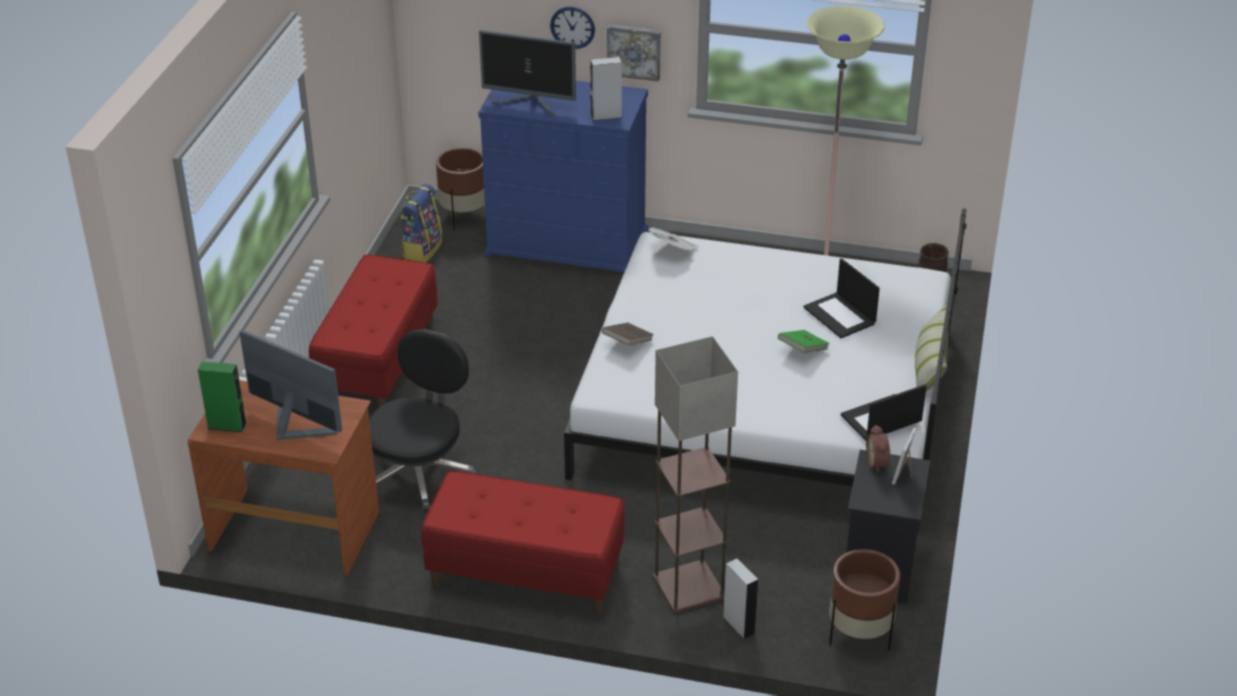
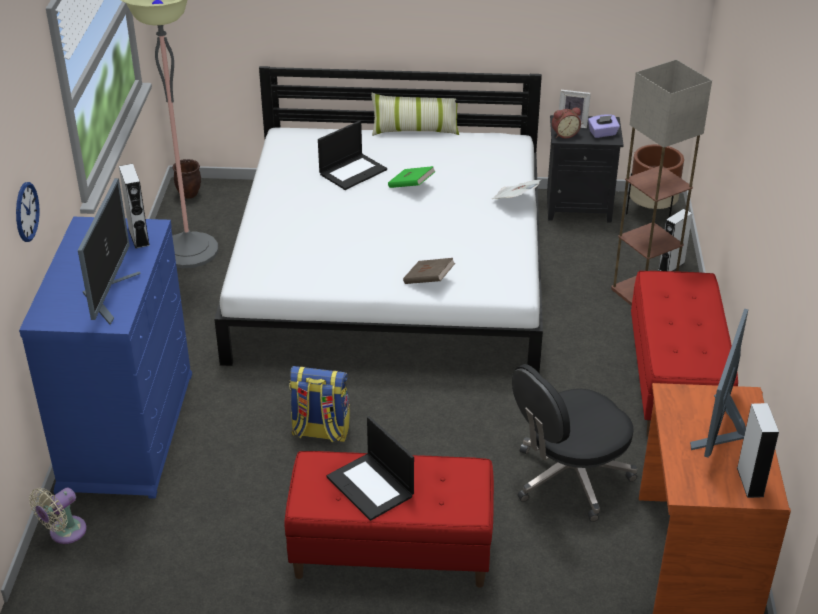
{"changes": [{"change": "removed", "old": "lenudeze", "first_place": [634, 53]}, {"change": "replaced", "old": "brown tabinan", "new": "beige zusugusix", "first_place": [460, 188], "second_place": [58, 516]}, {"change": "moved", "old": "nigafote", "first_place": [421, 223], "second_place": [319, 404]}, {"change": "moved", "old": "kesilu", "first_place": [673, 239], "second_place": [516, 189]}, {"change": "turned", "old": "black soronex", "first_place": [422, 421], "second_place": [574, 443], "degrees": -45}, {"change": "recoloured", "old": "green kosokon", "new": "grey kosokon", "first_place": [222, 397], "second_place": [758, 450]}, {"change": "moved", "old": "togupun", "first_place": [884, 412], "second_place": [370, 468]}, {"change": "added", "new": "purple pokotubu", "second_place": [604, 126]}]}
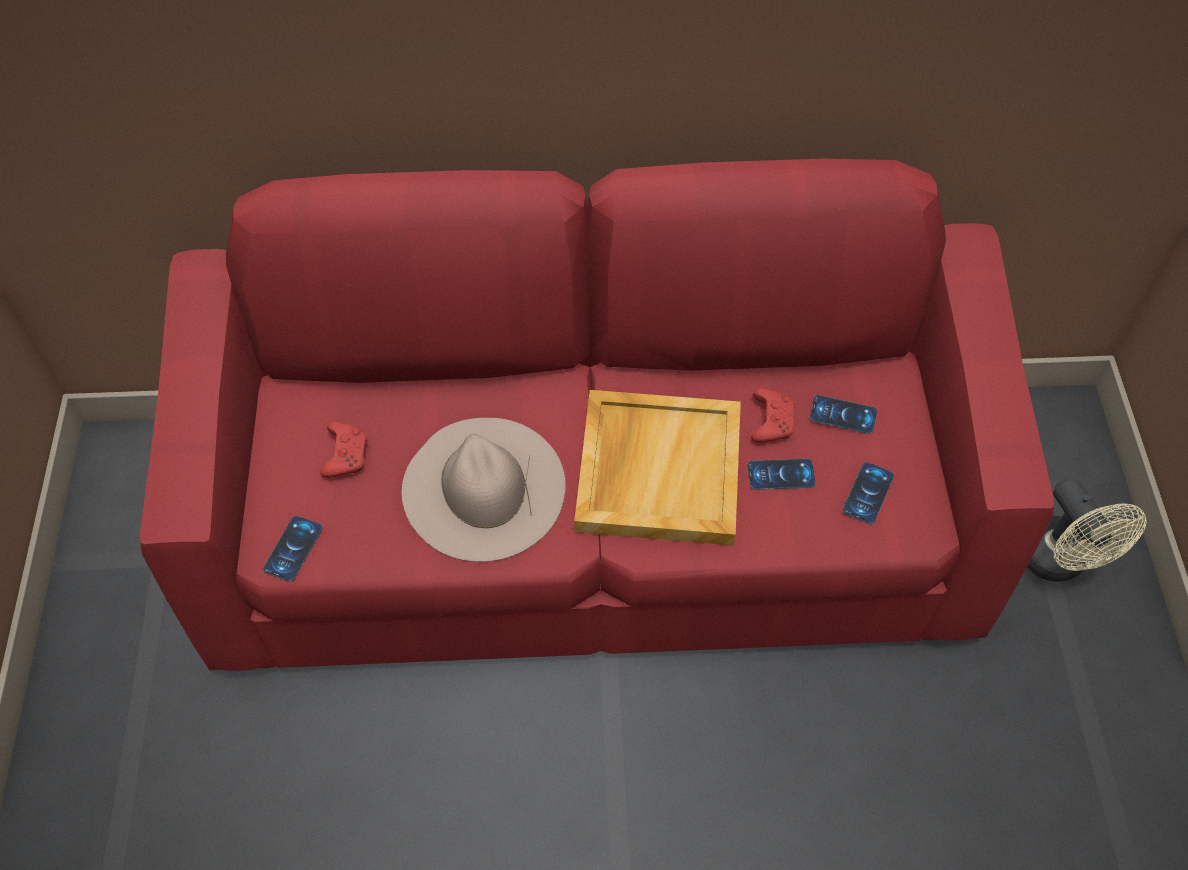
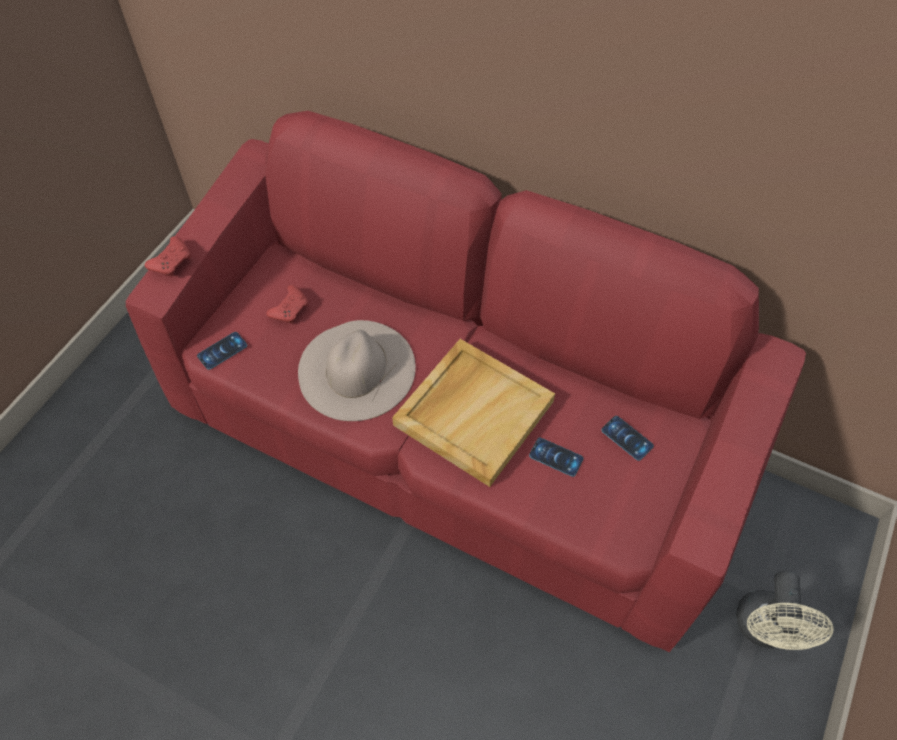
{"changes": [{"change": "moved", "old": "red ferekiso", "first_place": [773, 415], "second_place": [168, 256]}, {"change": "removed", "old": "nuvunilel", "first_place": [868, 493]}]}
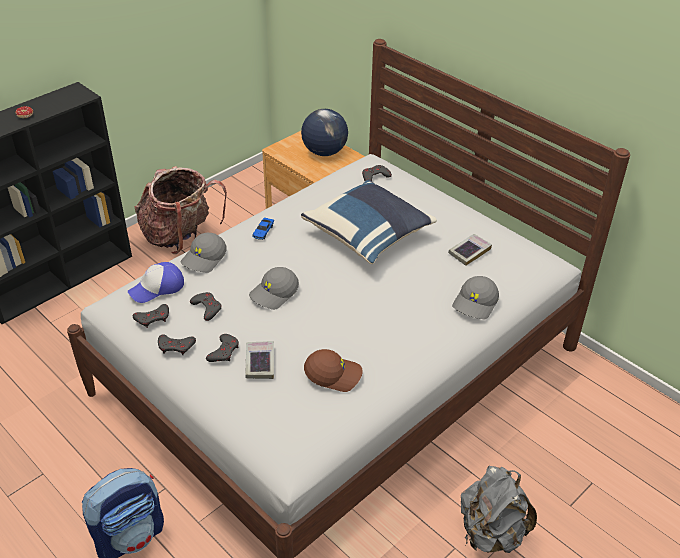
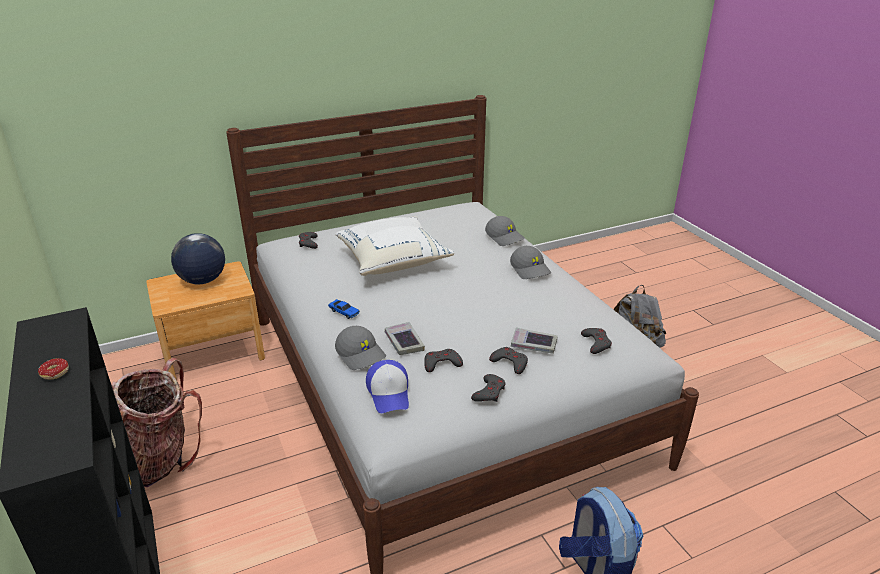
{"changes": [{"change": "recoloured", "old": "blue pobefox", "new": "white pobefox", "first_place": [369, 221], "second_place": [394, 246]}, {"change": "moved", "old": "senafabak", "first_place": [470, 250], "second_place": [405, 338]}, {"change": "moved", "old": "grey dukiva", "first_place": [274, 288], "second_place": [530, 262]}, {"change": "moved", "old": "grey ferekiso", "first_place": [151, 316], "second_place": [596, 341]}, {"change": "removed", "old": "brown dukiva", "first_place": [333, 370]}]}
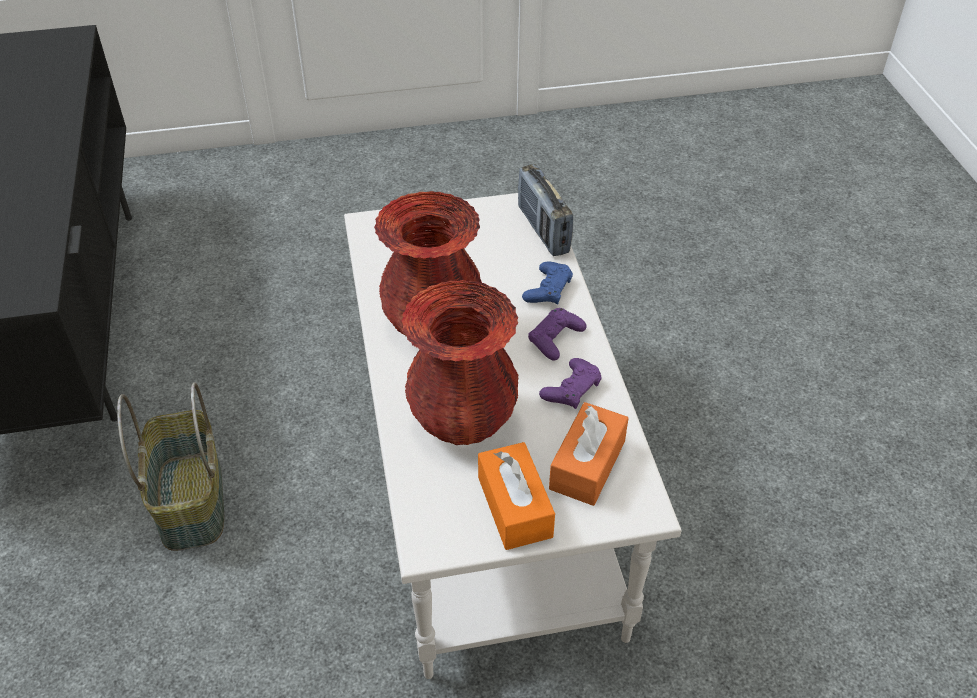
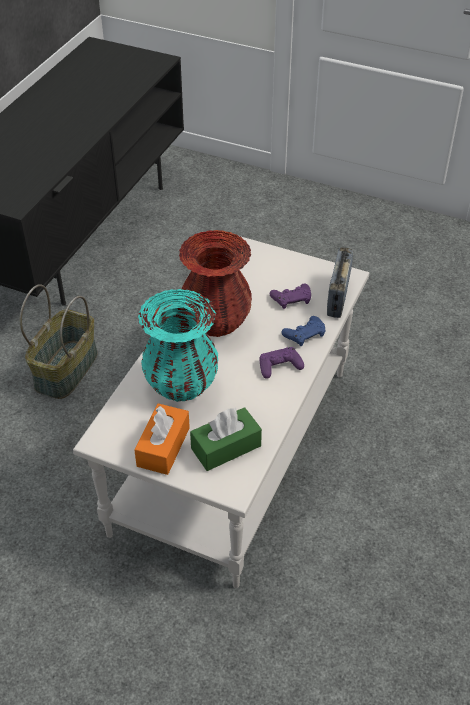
{"changes": [{"change": "recoloured", "old": "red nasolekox", "new": "turquoise nasolekox", "first_place": [459, 362], "second_place": [178, 345]}, {"change": "moved", "old": "purple ferekiso", "first_place": [570, 383], "second_place": [290, 296]}, {"change": "recoloured", "old": "orange pokotubu", "new": "green pokotubu", "first_place": [588, 454], "second_place": [226, 439]}]}
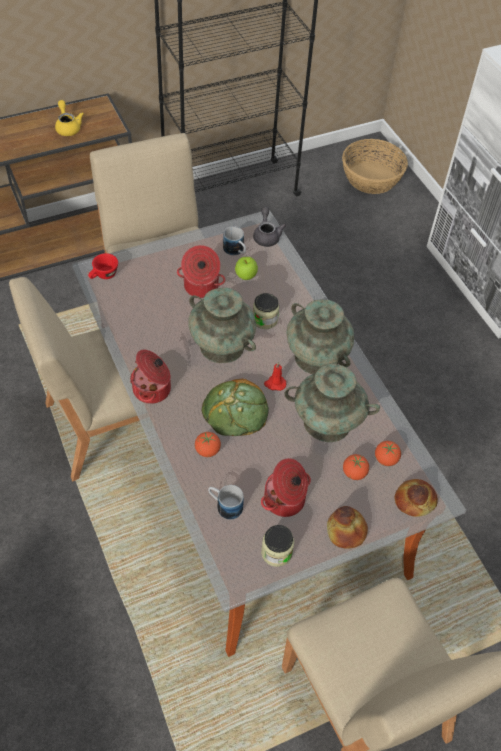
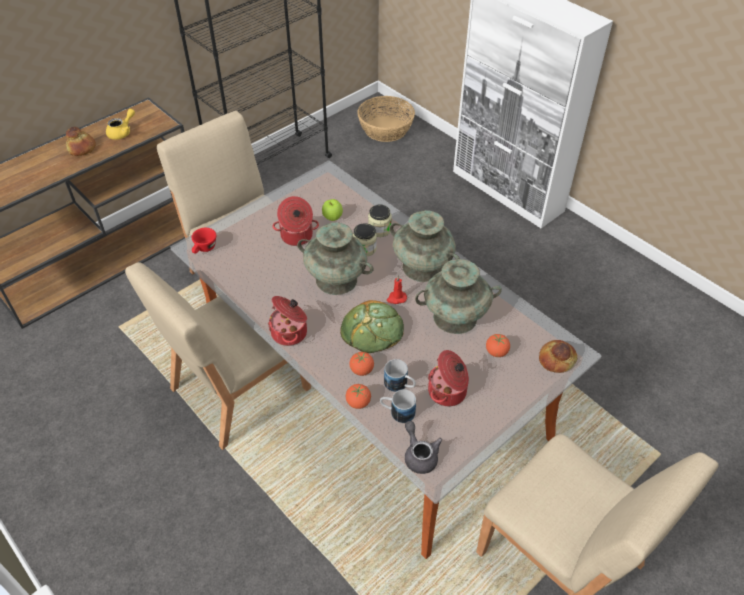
{"changes": [{"change": "turned", "old": "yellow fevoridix", "first_place": [69, 118], "second_place": [120, 124], "degrees": 75}, {"change": "moved", "old": "grey fevoridix", "first_place": [269, 227], "second_place": [423, 447]}, {"change": "moved", "old": "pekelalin", "first_place": [234, 241], "second_place": [400, 375]}, {"change": "moved", "old": "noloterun", "first_place": [388, 453], "second_place": [358, 396]}, {"change": "moved", "old": "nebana", "first_place": [347, 527], "second_place": [81, 141]}, {"change": "moved", "old": "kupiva", "first_place": [277, 546], "second_place": [380, 220]}]}
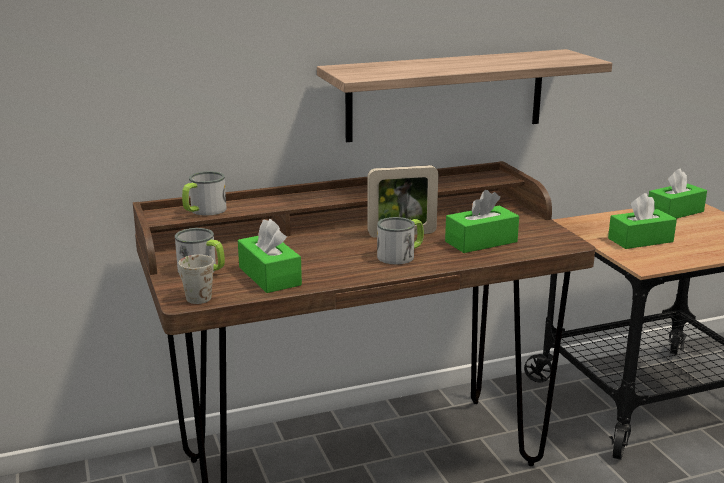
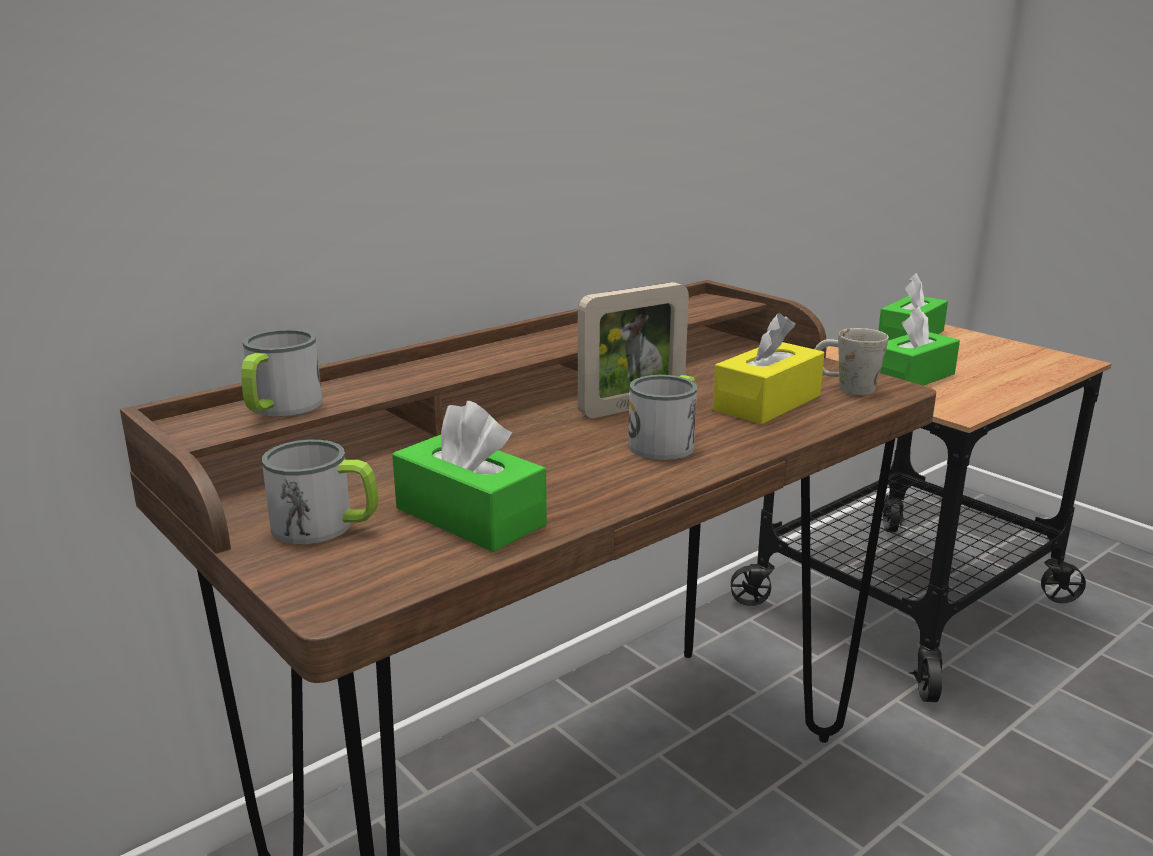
{"changes": [{"change": "removed", "old": "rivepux", "first_place": [464, 95]}, {"change": "recoloured", "old": "green pokotubu", "new": "yellow pokotubu", "first_place": [482, 221], "second_place": [768, 368]}, {"change": "moved", "old": "white pekelalin", "first_place": [196, 279], "second_place": [852, 361]}]}
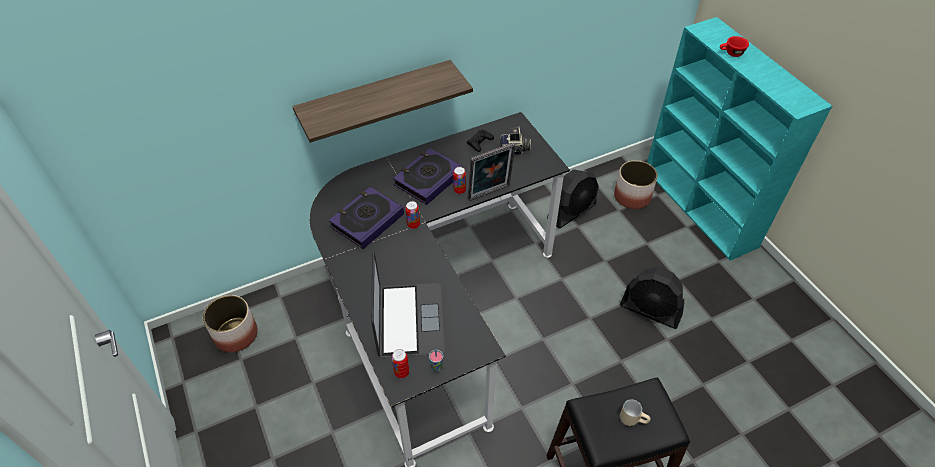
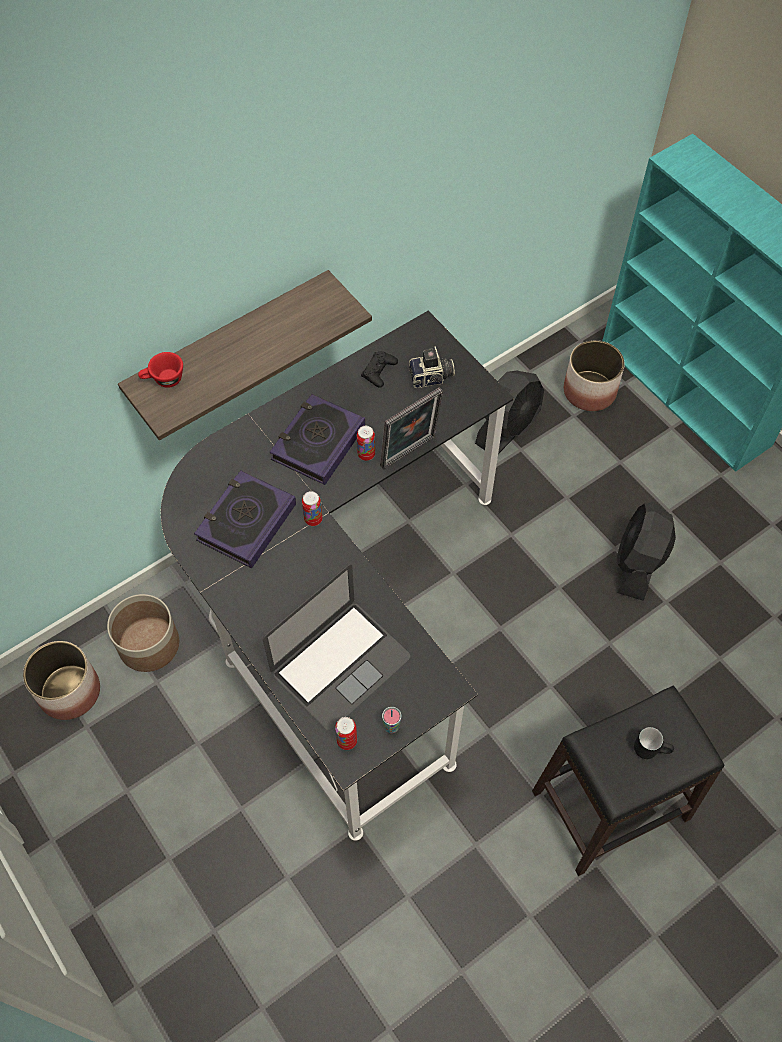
{"changes": [{"change": "moved", "old": "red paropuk", "first_place": [734, 46], "second_place": [160, 370]}, {"change": "turned", "old": "togupun", "first_place": [408, 303], "second_place": [336, 647], "degrees": 60}, {"change": "turned", "old": "black zusugusix", "first_place": [652, 298], "second_place": [646, 551], "degrees": 90}, {"change": "recoloured", "old": "beige pekelalin", "new": "black pekelalin", "first_place": [635, 412], "second_place": [654, 743]}, {"change": "added", "new": "tabinan", "second_place": [143, 633]}]}
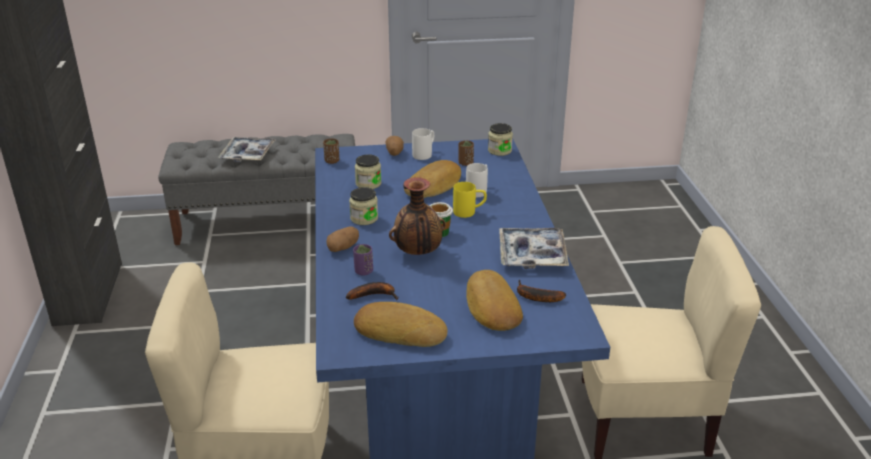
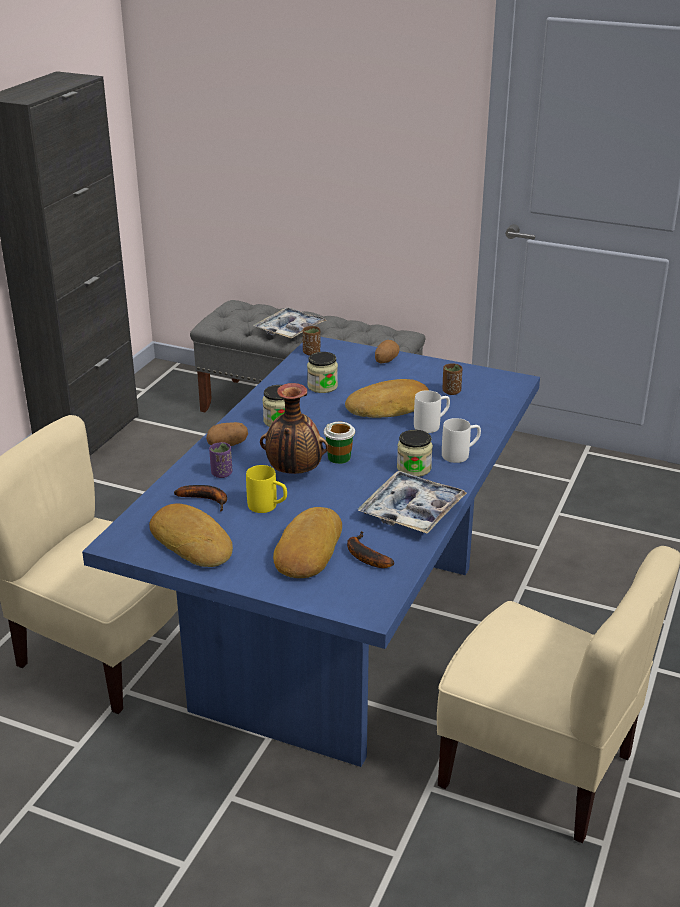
{"changes": [{"change": "moved", "old": "kupiva", "first_place": [500, 139], "second_place": [415, 453]}, {"change": "moved", "old": "white pekelalin", "first_place": [423, 144], "second_place": [461, 440]}, {"change": "moved", "old": "yellow pekelalin", "first_place": [470, 200], "second_place": [266, 489]}]}
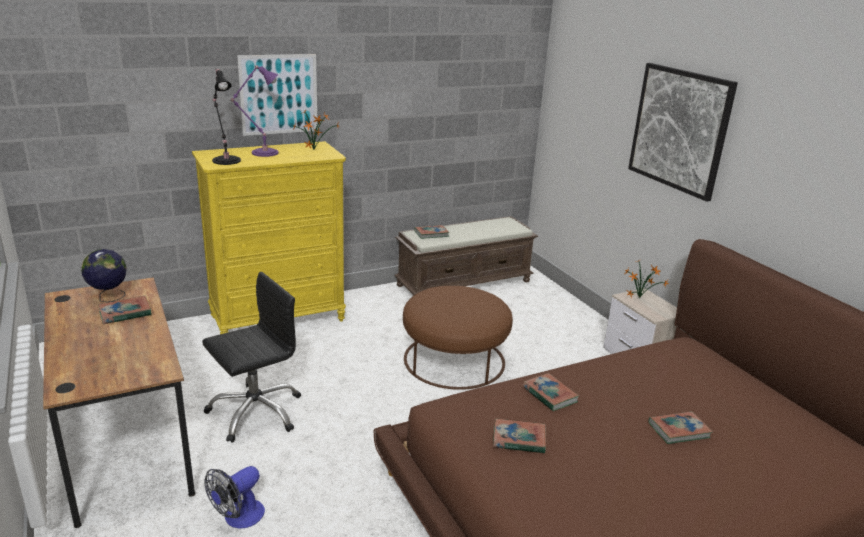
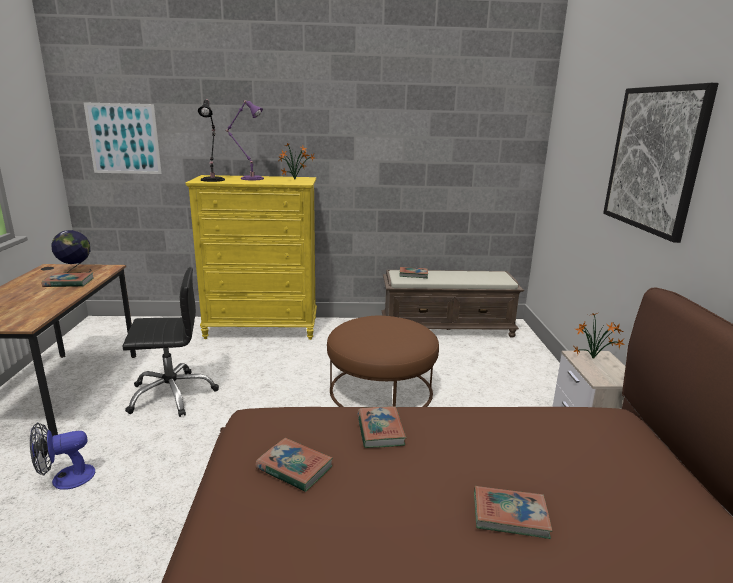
{"changes": [{"change": "moved", "old": "lenudeze", "first_place": [277, 95], "second_place": [122, 138]}]}
